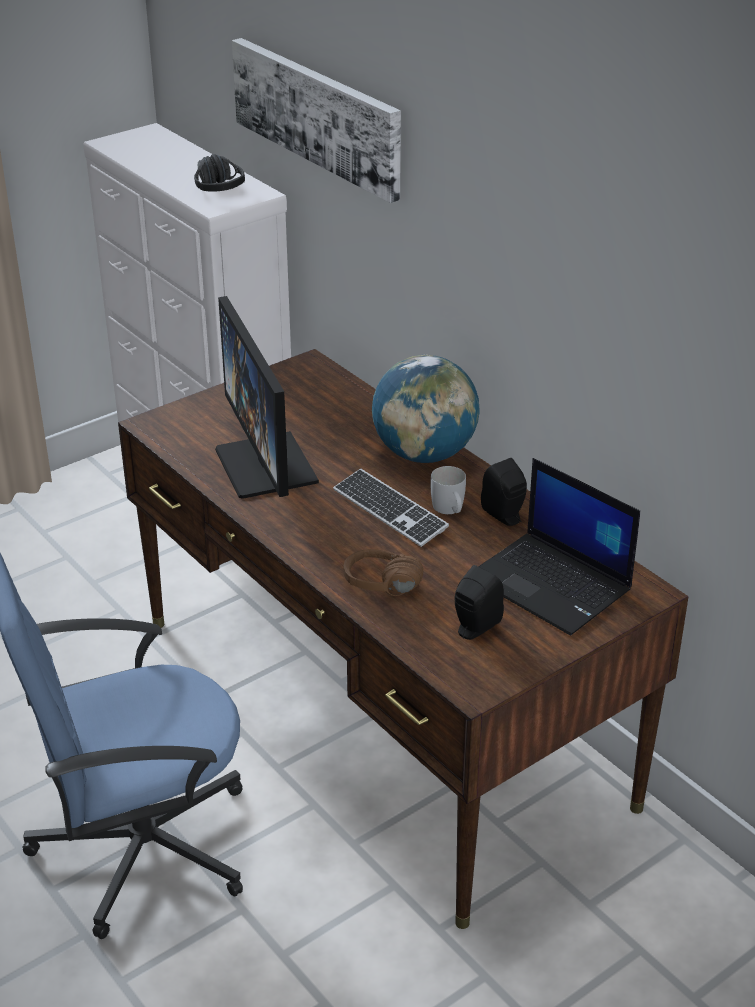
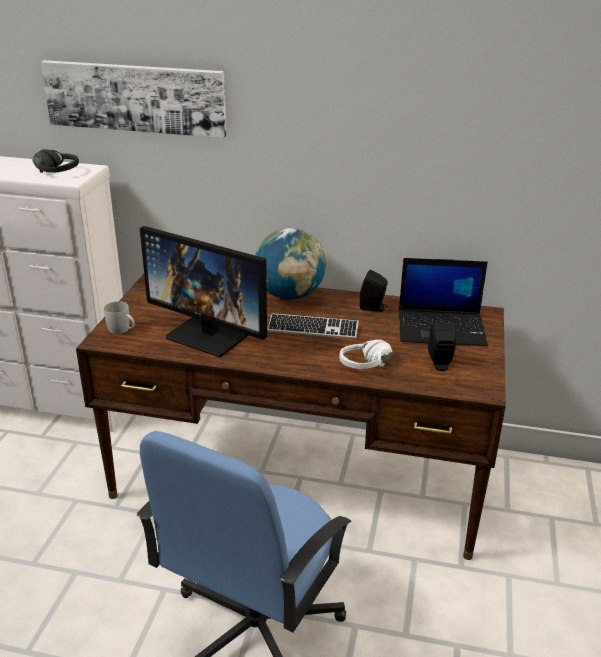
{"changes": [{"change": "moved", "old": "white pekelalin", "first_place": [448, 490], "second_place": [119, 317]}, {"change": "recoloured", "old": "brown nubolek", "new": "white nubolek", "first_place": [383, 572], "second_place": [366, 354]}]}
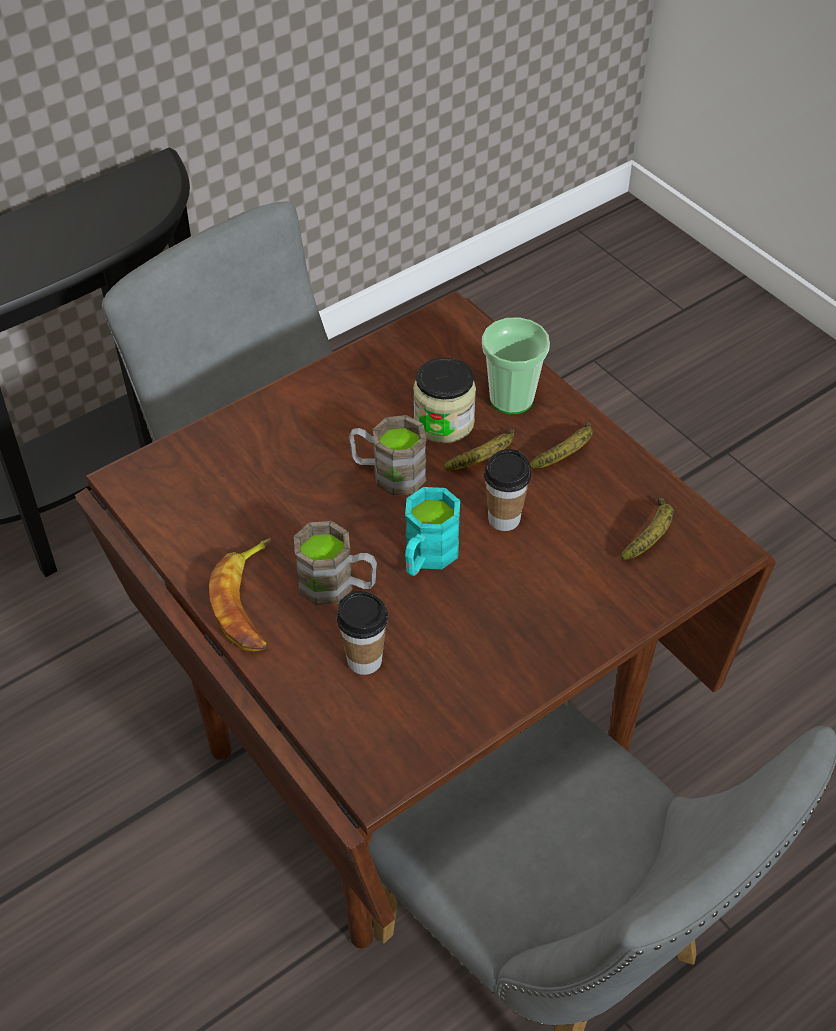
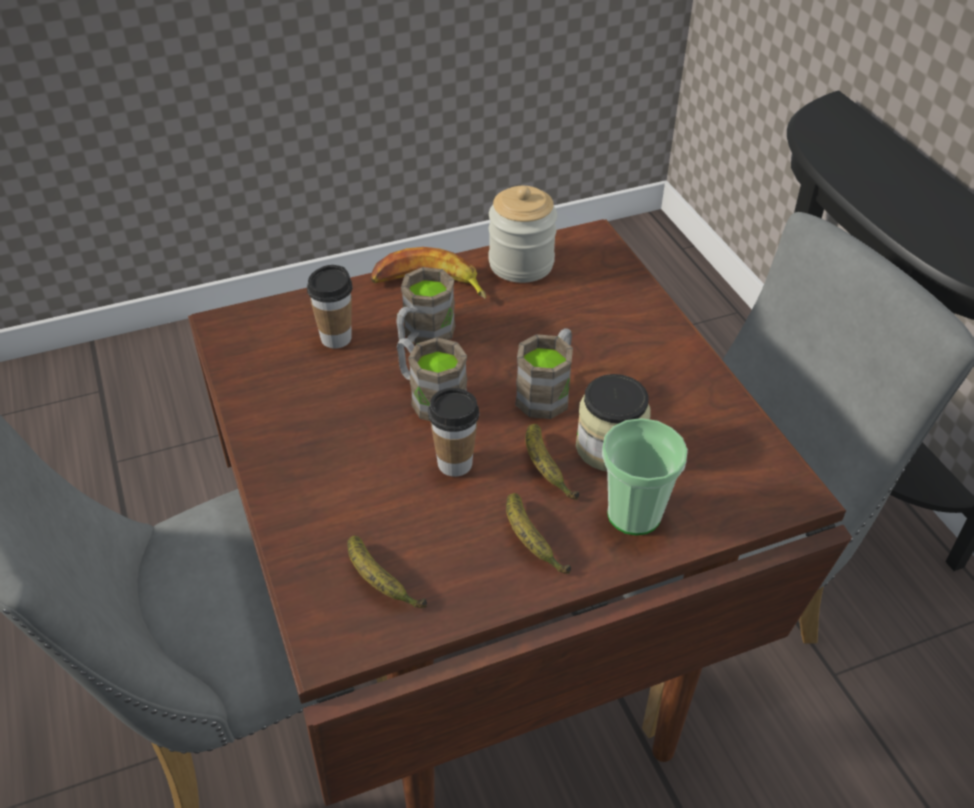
{"changes": [{"change": "recoloured", "old": "turquoise pekelalin", "new": "brown pekelalin", "first_place": [432, 531], "second_place": [432, 379]}, {"change": "added", "new": "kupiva", "second_place": [522, 234]}]}
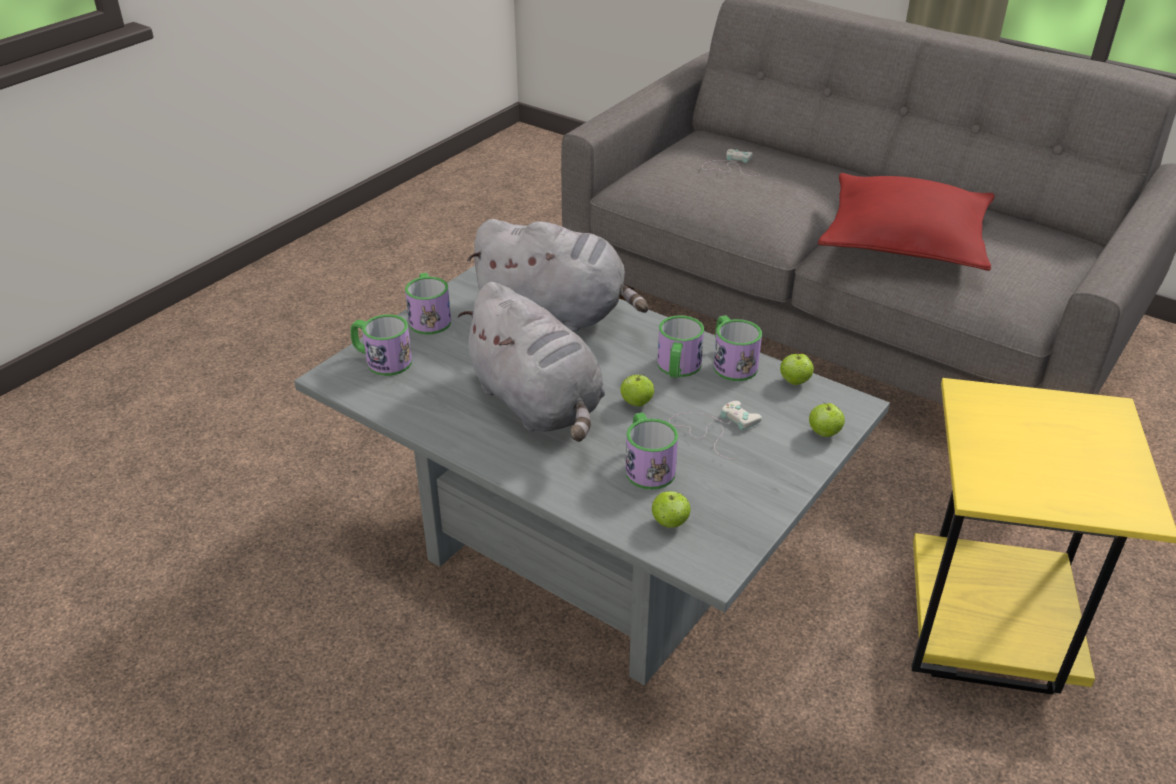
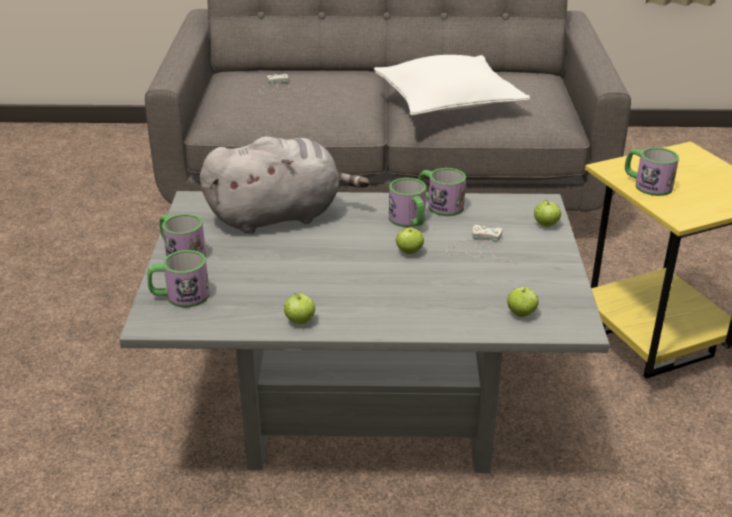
{"changes": [{"change": "recoloured", "old": "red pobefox", "new": "white pobefox", "first_place": [906, 222], "second_place": [452, 85]}, {"change": "removed", "old": "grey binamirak", "first_place": [531, 362]}, {"change": "moved", "old": "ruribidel", "first_place": [797, 368], "second_place": [299, 308]}, {"change": "moved", "old": "pekelalin", "first_place": [651, 451], "second_place": [652, 171]}]}
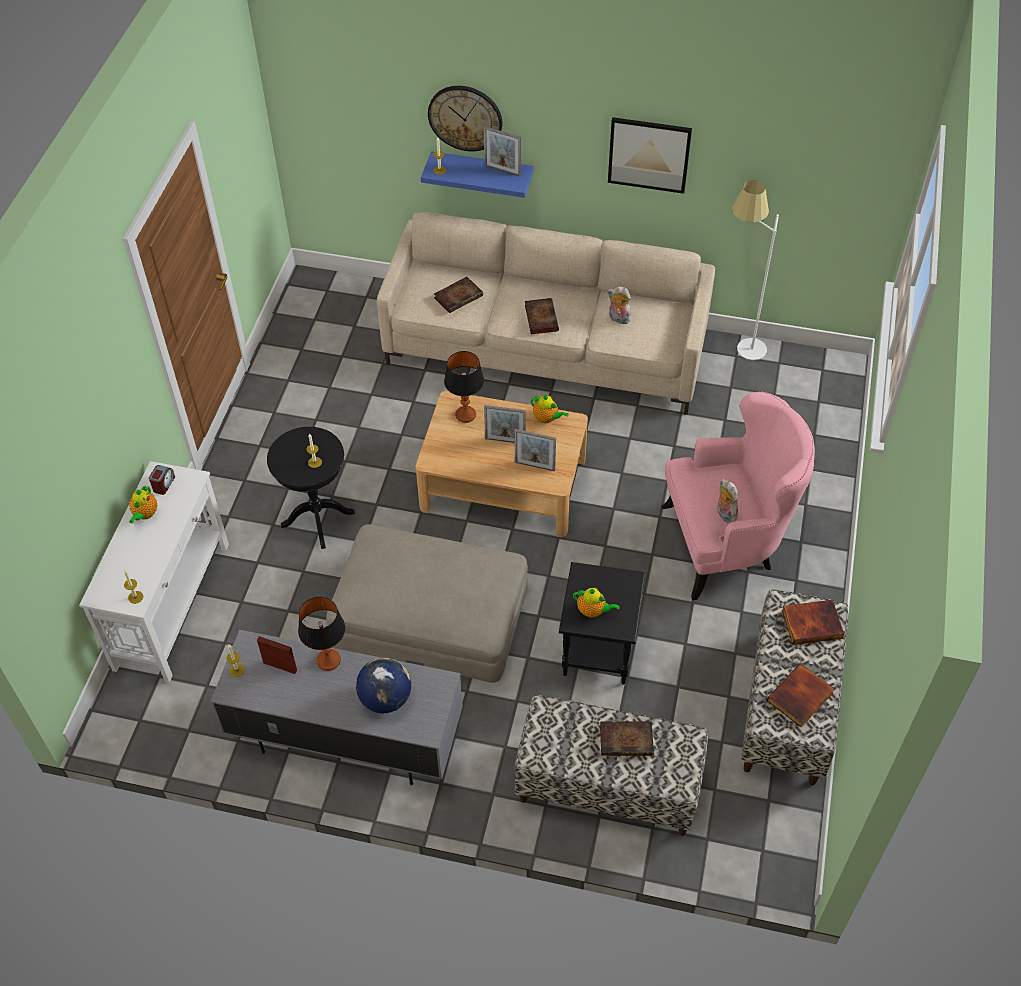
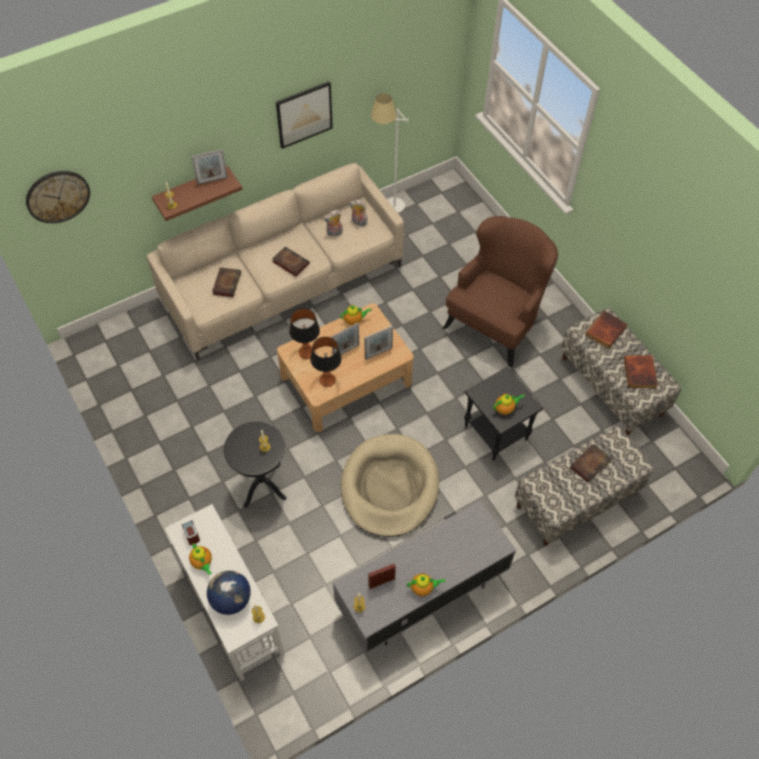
{"changes": [{"change": "moved", "old": "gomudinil", "first_place": [465, 118], "second_place": [58, 197]}, {"change": "recoloured", "old": "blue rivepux", "new": "brown rivepux", "first_place": [477, 174], "second_place": [197, 193]}, {"change": "recoloured", "old": "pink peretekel", "new": "brown peretekel", "first_place": [738, 496], "second_place": [500, 291]}, {"change": "moved", "old": "binamirak", "first_place": [727, 501], "second_place": [359, 213]}, {"change": "replaced", "old": "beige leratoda", "new": "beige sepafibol", "first_place": [427, 603], "second_place": [390, 485]}, {"change": "moved", "old": "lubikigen", "first_place": [321, 634], "second_place": [326, 362]}, {"change": "moved", "old": "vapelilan", "first_place": [383, 685], "second_place": [229, 592]}, {"change": "added", "new": "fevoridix", "second_place": [426, 584]}]}
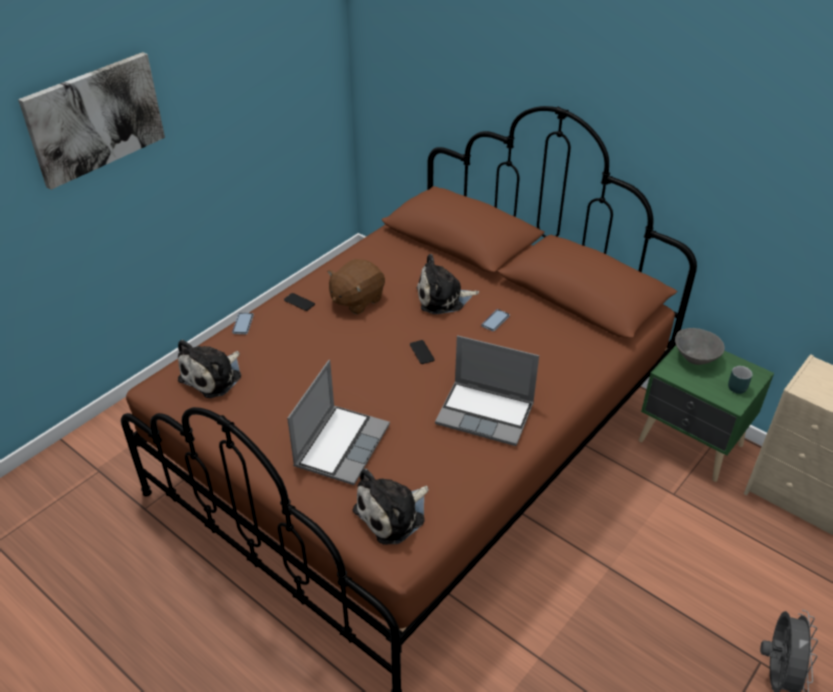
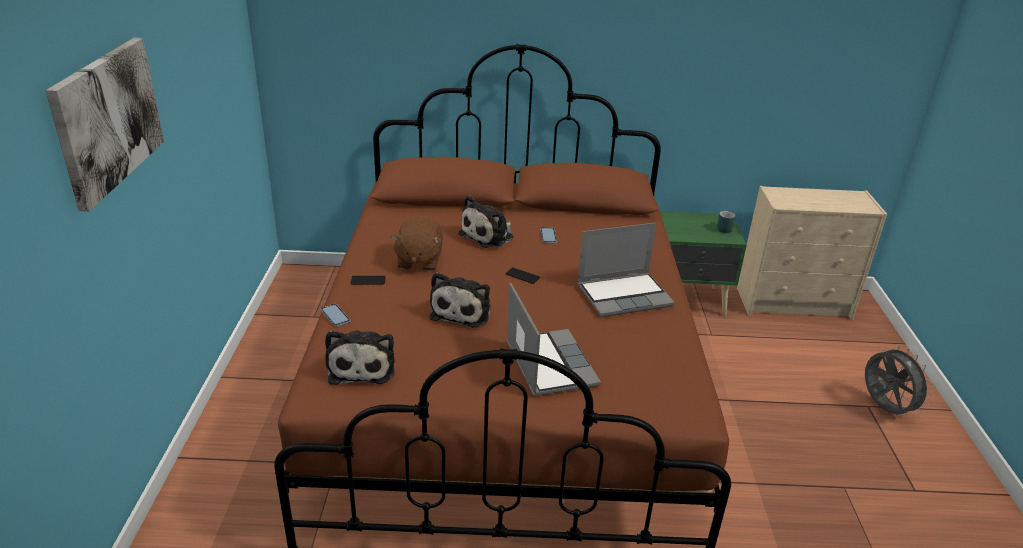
{"changes": [{"change": "removed", "old": "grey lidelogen", "first_place": [700, 346]}, {"change": "moved", "old": "binamirak", "first_place": [391, 506], "second_place": [460, 300]}]}
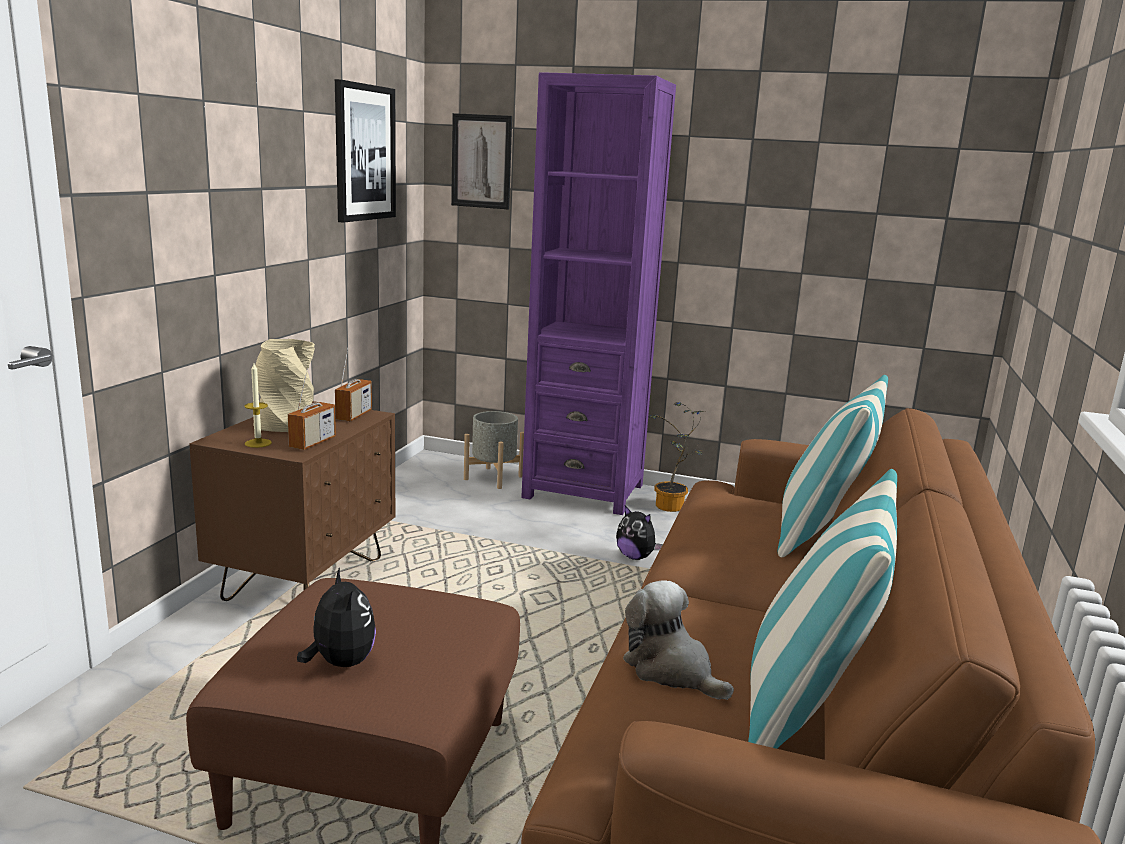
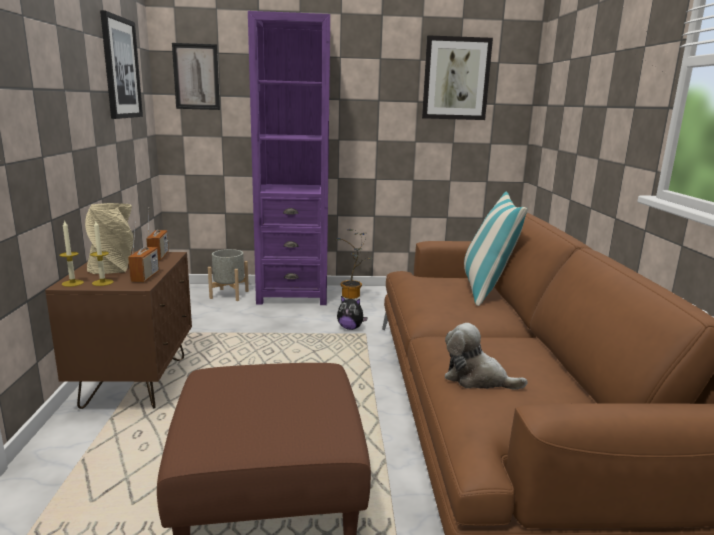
{"changes": [{"change": "removed", "old": "pobefox", "first_place": [822, 609]}, {"change": "removed", "old": "binamirak", "first_place": [336, 617]}, {"change": "added", "new": "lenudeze", "second_place": [457, 77]}, {"change": "added", "new": "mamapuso", "second_place": [71, 253]}]}
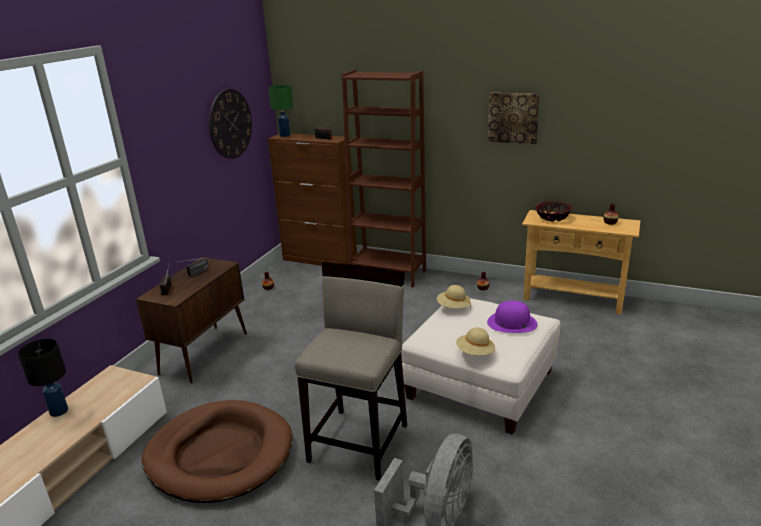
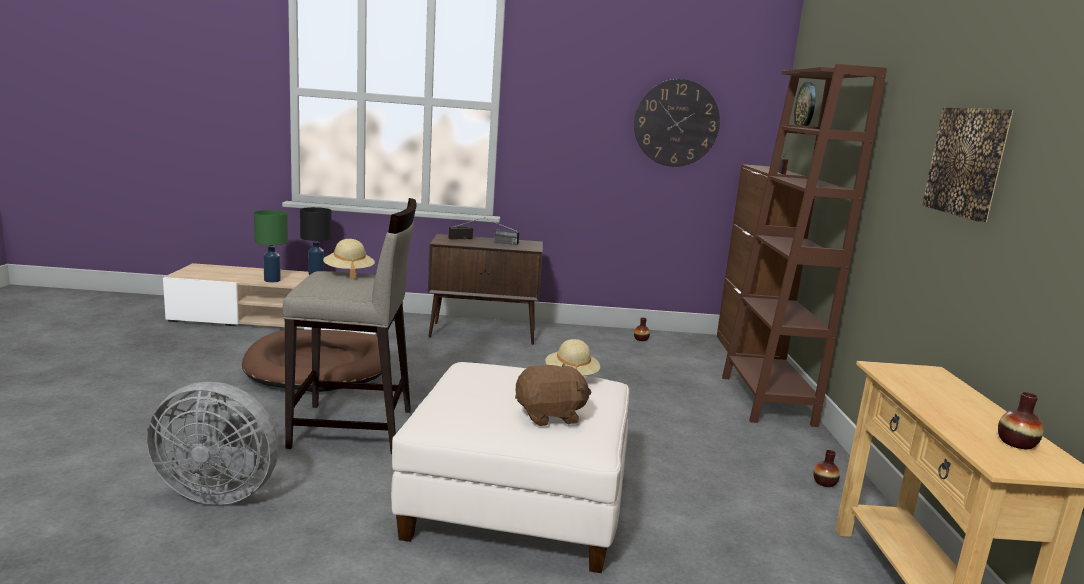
{"changes": [{"change": "moved", "old": "green lubikigen", "first_place": [281, 111], "second_place": [271, 246]}, {"change": "removed", "old": "lidelogen", "first_place": [553, 211]}, {"change": "replaced", "old": "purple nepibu", "new": "brown binamirak", "first_place": [512, 317], "second_place": [553, 394]}, {"change": "moved", "old": "beige nepibu", "first_place": [475, 341], "second_place": [349, 259]}, {"change": "added", "new": "gomudinil", "second_place": [805, 104]}]}
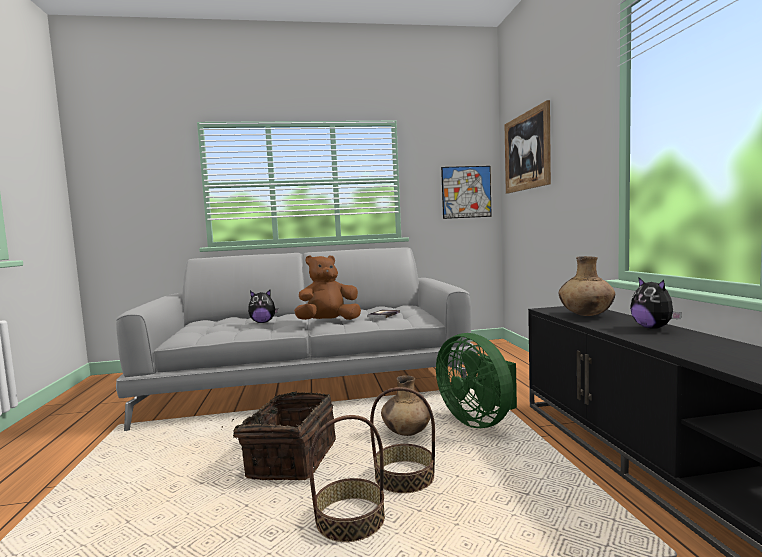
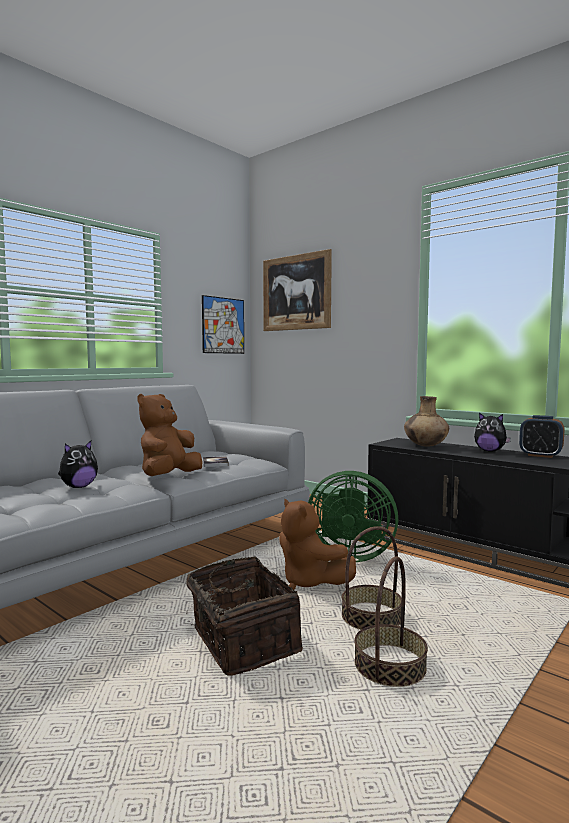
{"changes": [{"change": "replaced", "old": "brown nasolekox", "new": "brown binamirak", "first_place": [405, 405], "second_place": [317, 544]}, {"change": "added", "new": "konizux", "second_place": [541, 436]}]}
